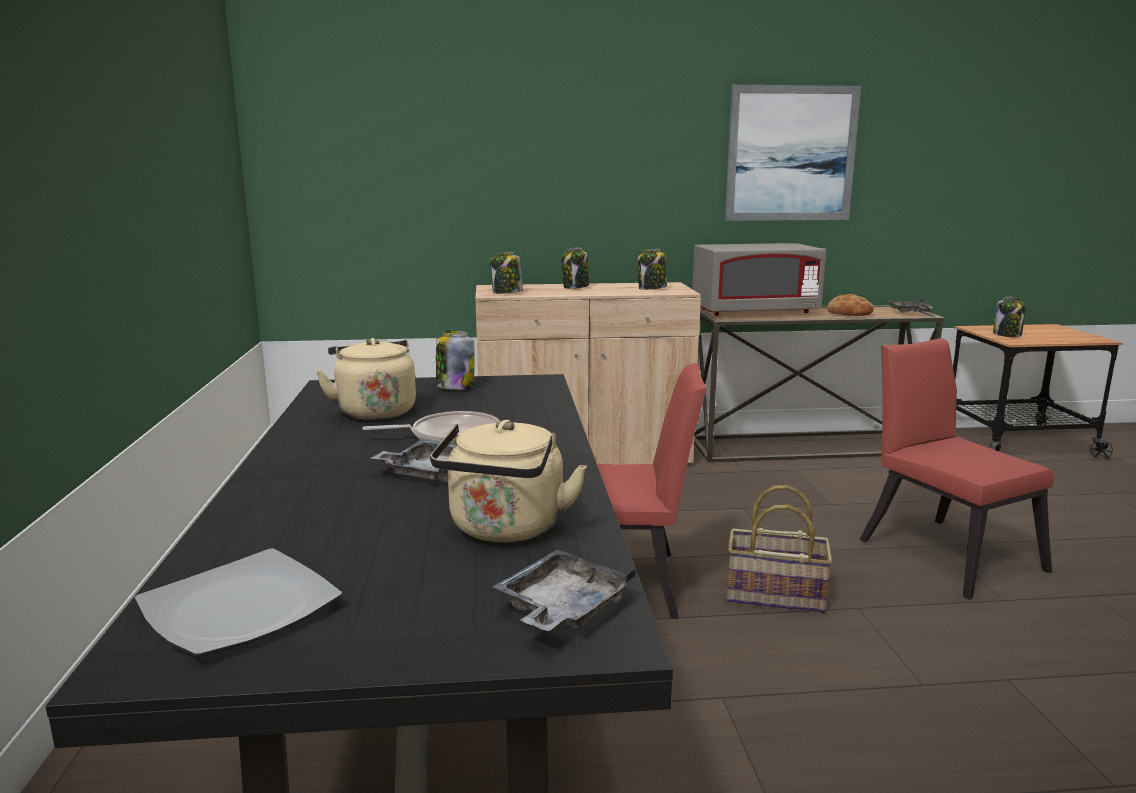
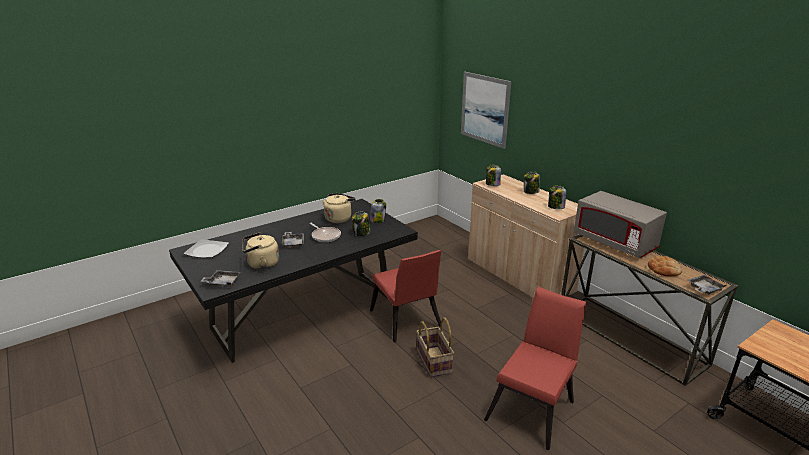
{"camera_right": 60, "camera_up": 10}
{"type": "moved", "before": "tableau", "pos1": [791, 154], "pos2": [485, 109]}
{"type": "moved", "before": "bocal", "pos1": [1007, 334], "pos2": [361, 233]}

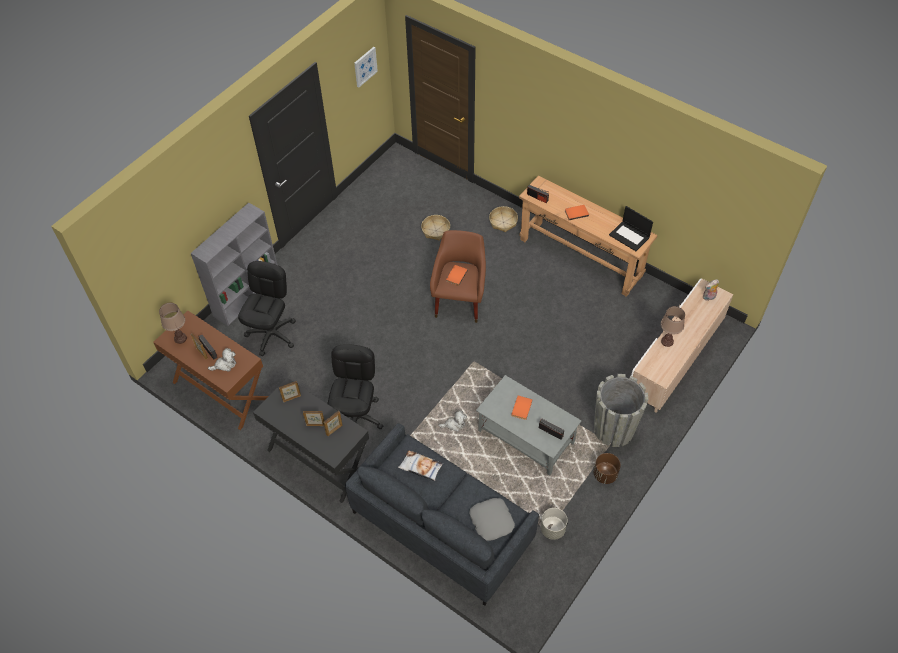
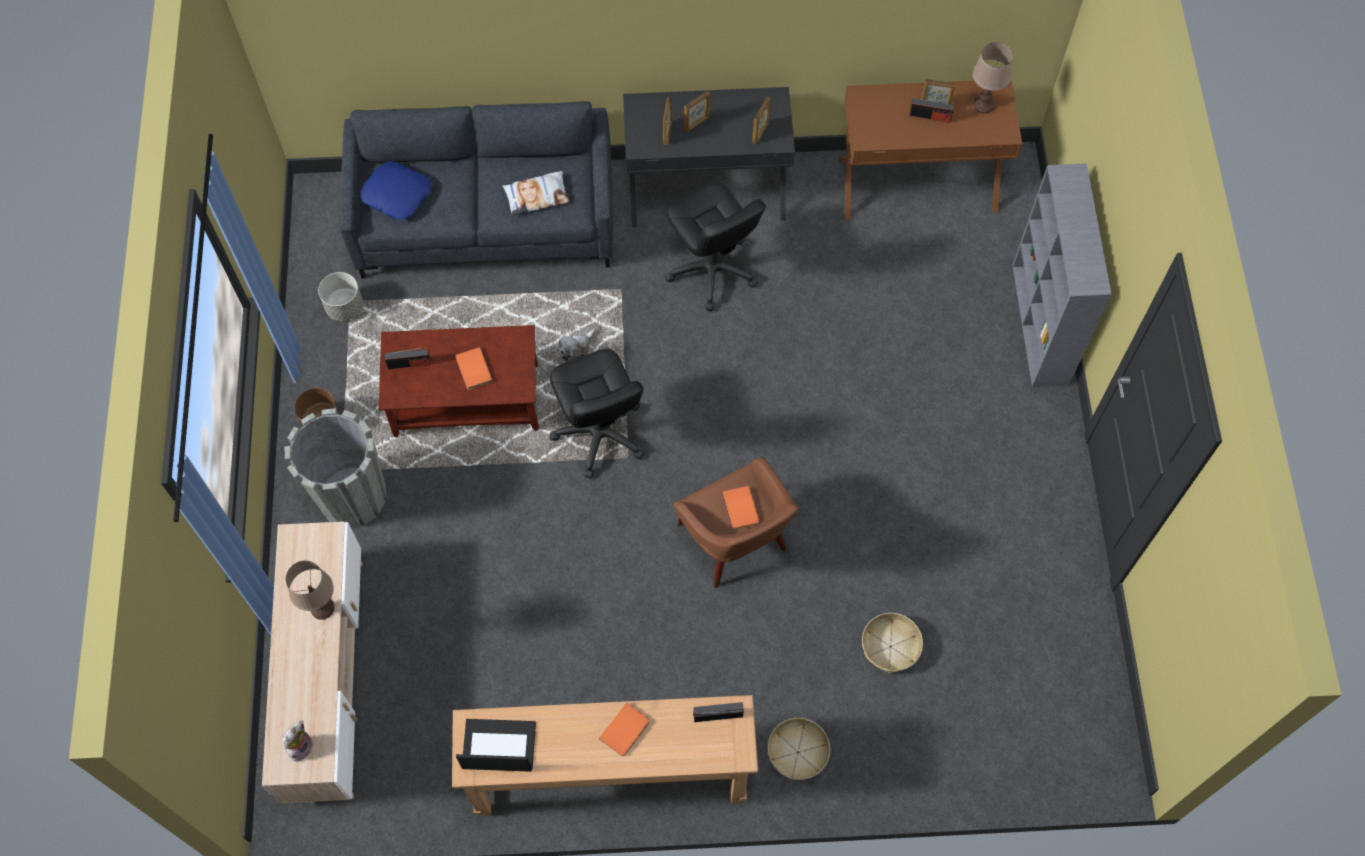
{"camera_right": 140, "camera_up": 10}
{"type": "removed", "before": "peluche", "pos1": [225, 364]}
{"type": "removed", "before": "tableau", "pos1": [365, 66]}
{"type": "moved", "before": "chaise de bureau (noir)", "pos1": [272, 334], "pos2": [600, 434]}
{"type": "recoloured", "before": "coussin (gris)", "after": "coussin (bleu)", "pos1": [491, 521], "pos2": [397, 194]}
{"type": "recoloured", "before": "table basse (gris)", "after": "table basse (marron)", "pos1": [525, 436], "pos2": [468, 399]}

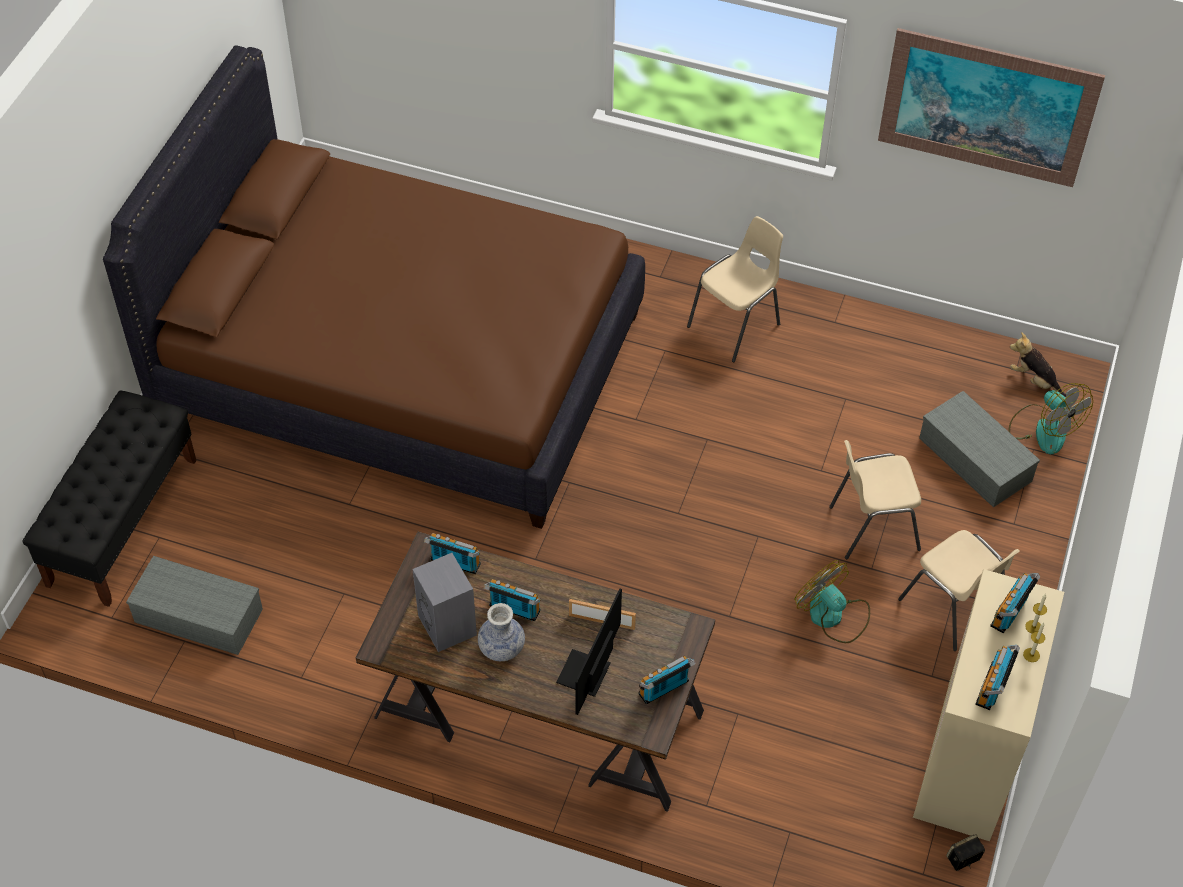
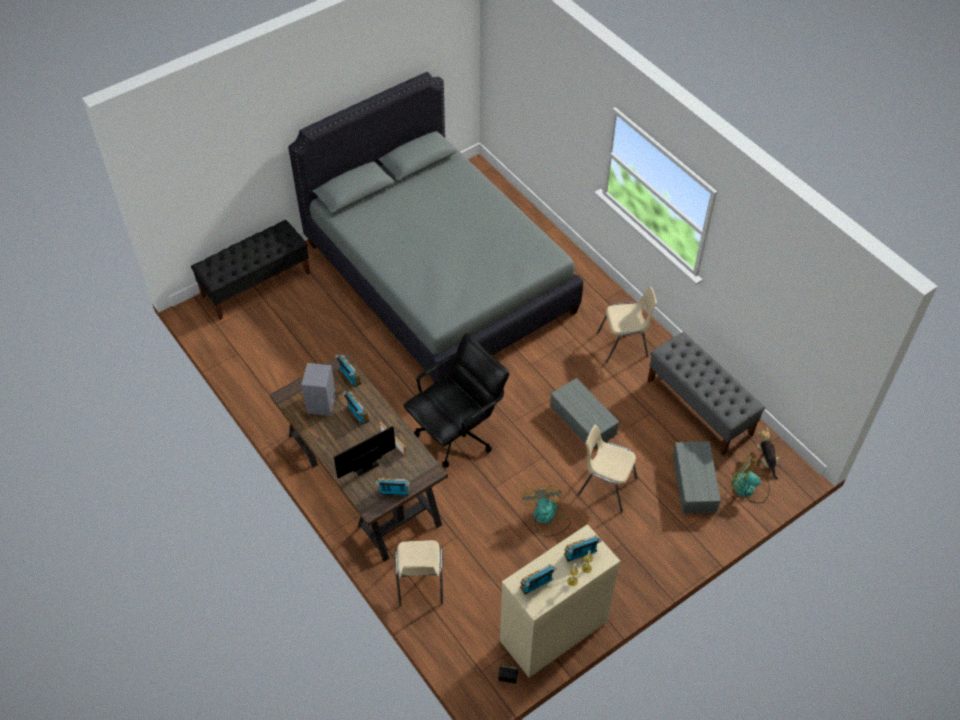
{"camera_right": 35, "camera_up": 0}
{"type": "removed", "before": "vase", "pos1": [501, 648]}
{"type": "removed", "before": "tableau", "pos1": [987, 108]}
{"type": "added", "after": "chaise de bureau (noir)", "pos2": [457, 433]}
{"type": "added", "after": "banc (gris)", "pos2": [699, 408]}
{"type": "moved", "before": "boîte de rangement (gris)", "pos1": [201, 615], "pos2": [584, 420]}
{"type": "moved", "before": "chaise (beige)", "pos1": [952, 609], "pos2": [420, 584]}
{"type": "recoloured", "before": "lit (marron)", "after": "lit (gris)", "pos1": [401, 365], "pos2": [439, 277]}
{"type": "turned", "before": "ventilateur", "pos1": [1043, 428], "pos2": [748, 488], "turn": 120}

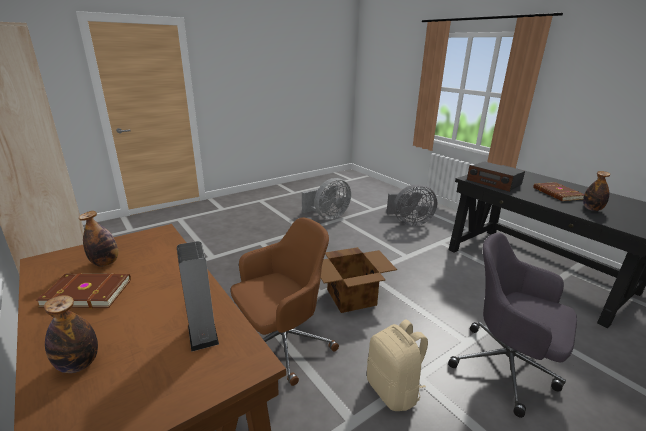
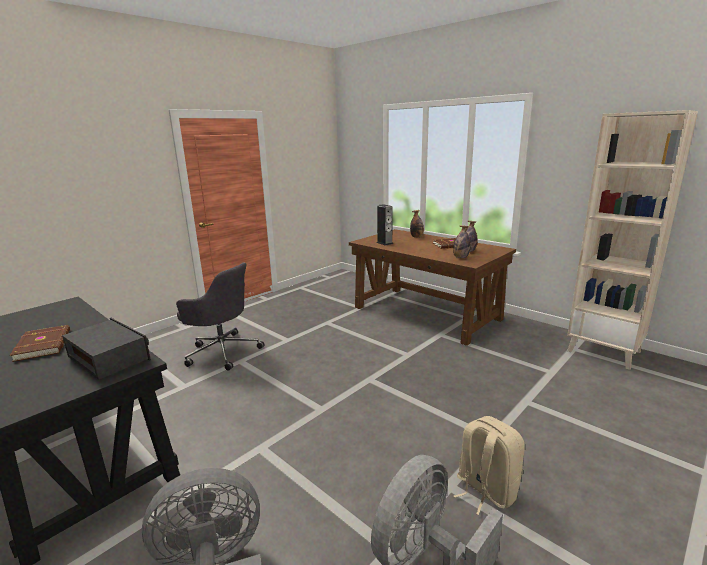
{"camera_right": 170, "camera_up": -5}
{"type": "removed", "before": "chaise de bureau (marron)", "pos1": [282, 344]}
{"type": "removed", "before": "carton", "pos1": [352, 297]}
{"type": "moved", "before": "sac à dos (beige)", "pos1": [393, 390], "pos2": [485, 490]}
{"type": "moved", "before": "bouteille", "pos1": [592, 209], "pos2": [460, 257]}

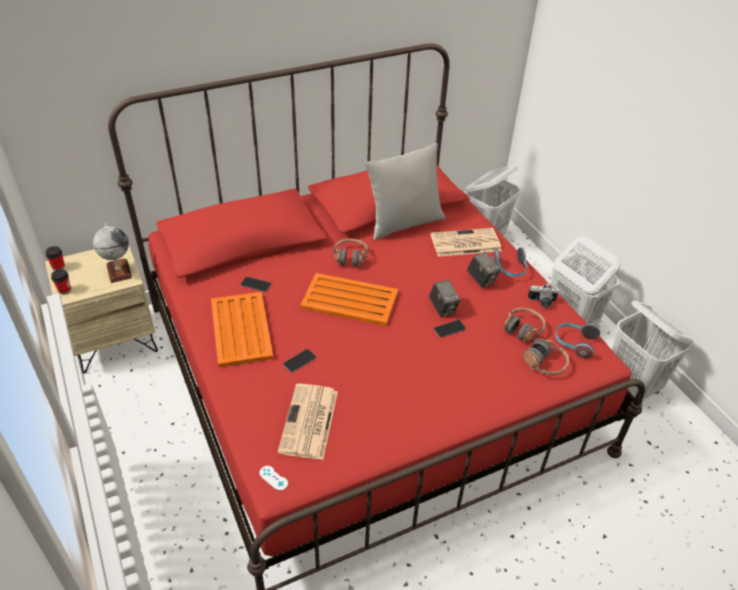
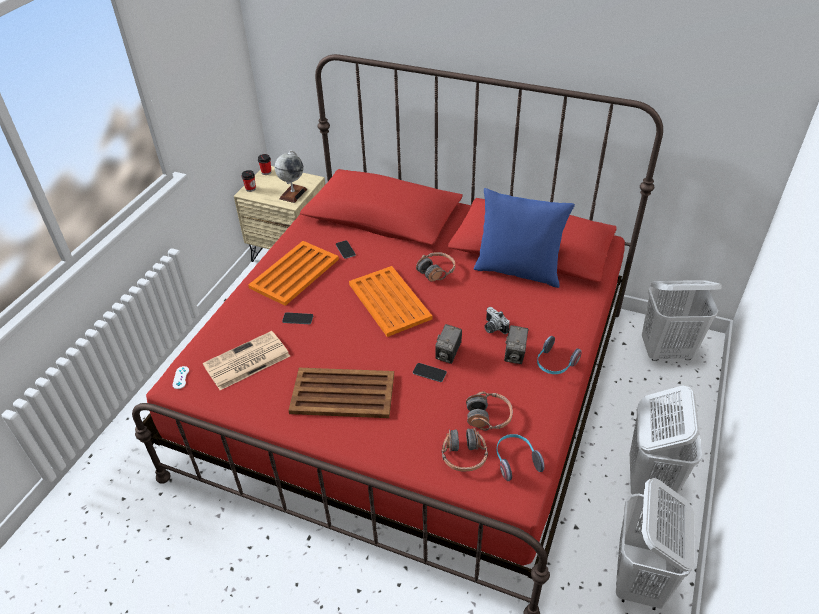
{"camera_right": 50, "camera_up": 0}
{"type": "removed", "before": "journal", "pos1": [464, 243]}
{"type": "added", "after": "plateau (marron)", "pos2": [344, 394]}
{"type": "moved", "before": "appareil photo", "pos1": [542, 302], "pos2": [493, 328]}
{"type": "recoloured", "before": "coussin (gris)", "after": "coussin (bleu)", "pos1": [404, 223], "pos2": [518, 271]}

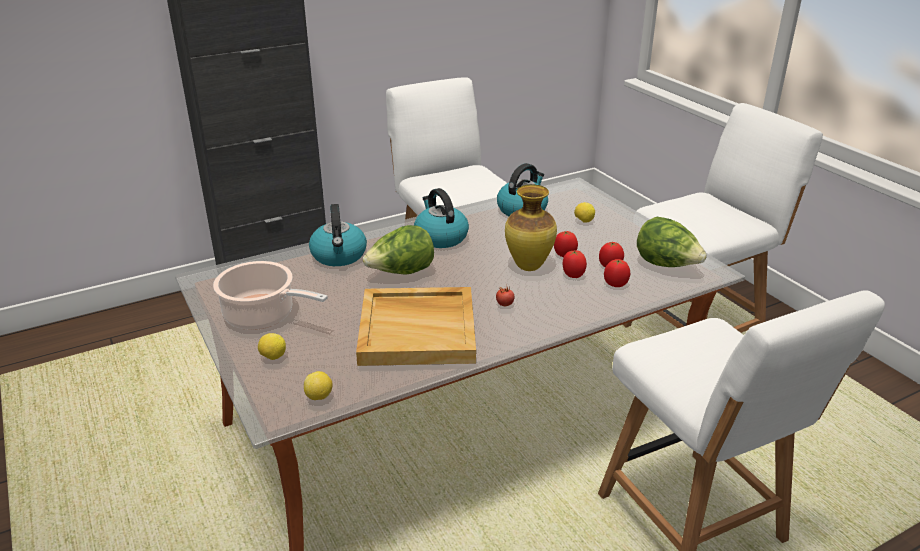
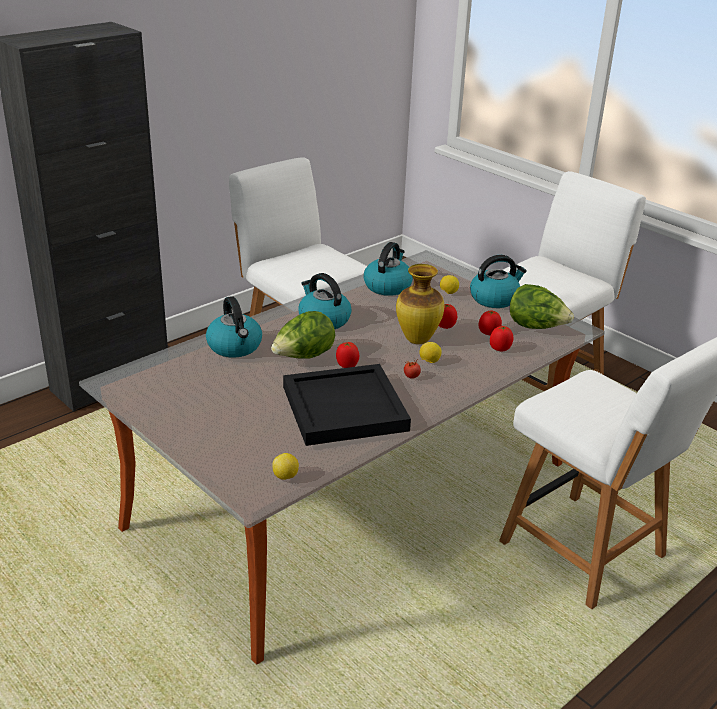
{"camera_right": -15, "camera_up": 0}
{"type": "removed", "before": "marmite", "pos1": [263, 316]}
{"type": "added", "after": "bouilloire", "pos2": [494, 298]}
{"type": "moved", "before": "citron", "pos1": [273, 357], "pos2": [429, 361]}
{"type": "moved", "before": "tomate", "pos1": [573, 275], "pos2": [347, 366]}
{"type": "recoloured", "before": "plateau (beige)", "after": "plateau (noir)", "pos1": [418, 329], "pos2": [345, 407]}

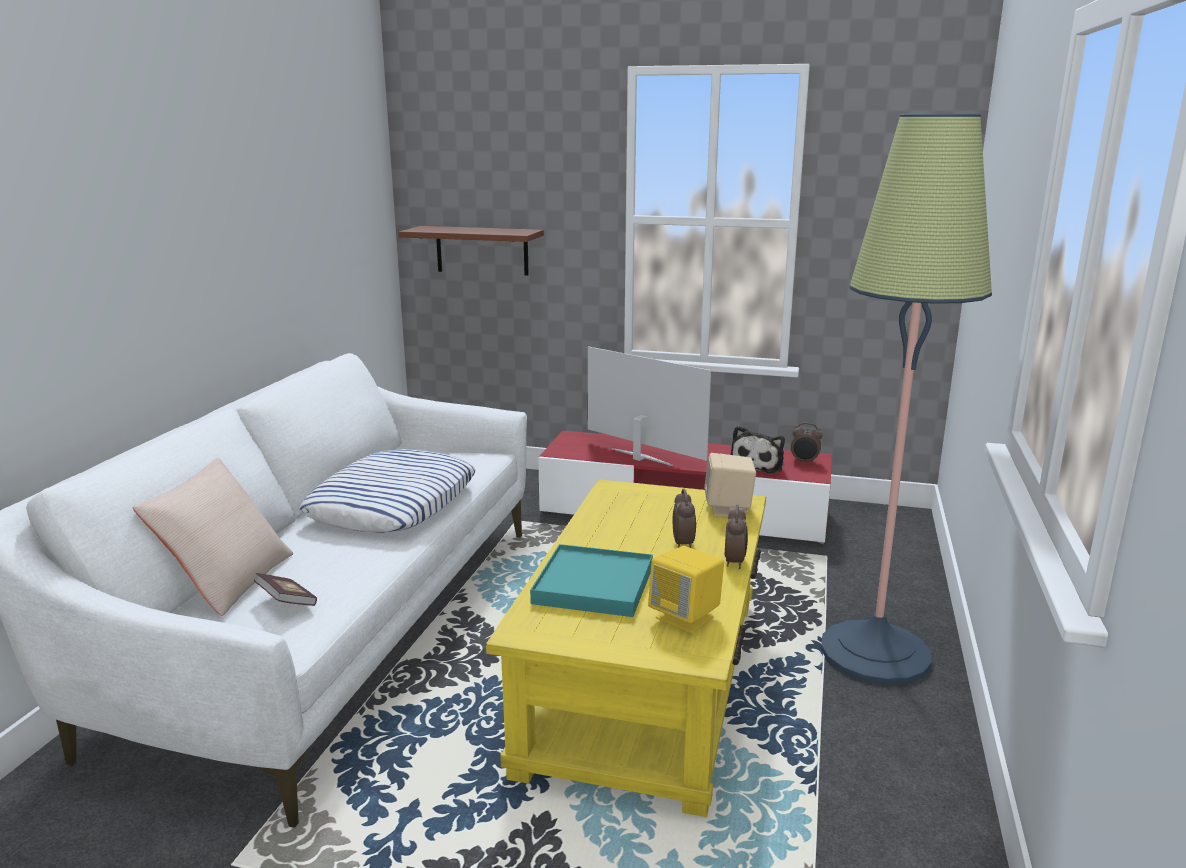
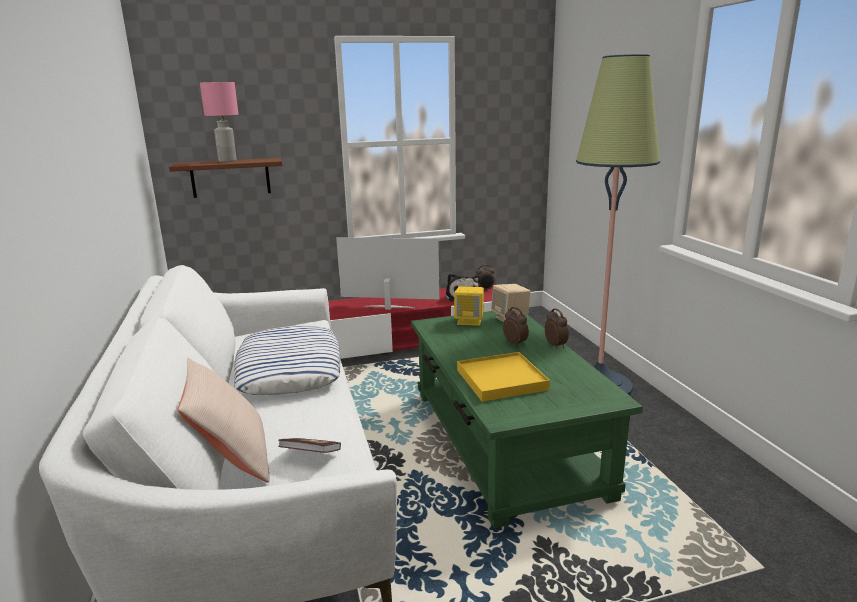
{"camera_right": -30, "camera_up": 0}
{"type": "added", "after": "lampe de table (rose)", "pos2": [227, 161]}
{"type": "moved", "before": "enceinte (jaune)", "pos1": [685, 617], "pos2": [469, 321]}
{"type": "recoloured", "before": "table basse (jaune)", "after": "table basse (vert)", "pos1": [645, 681], "pos2": [504, 441]}
{"type": "recoloured", "before": "plateau (turquoise)", "after": "plateau (jaune)", "pos1": [594, 585], "pos2": [501, 380]}

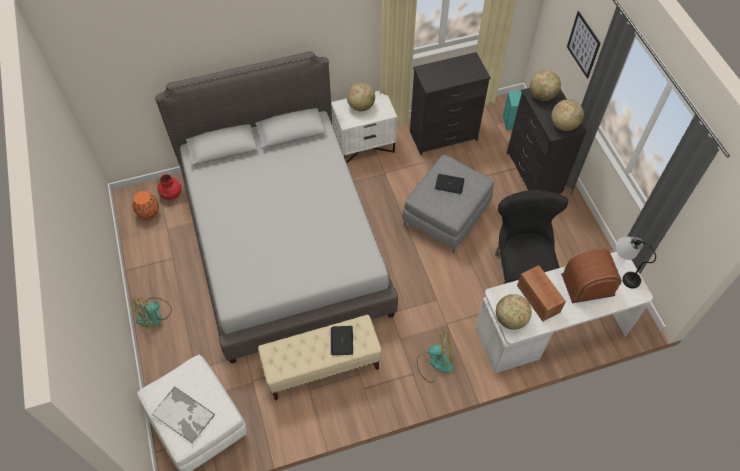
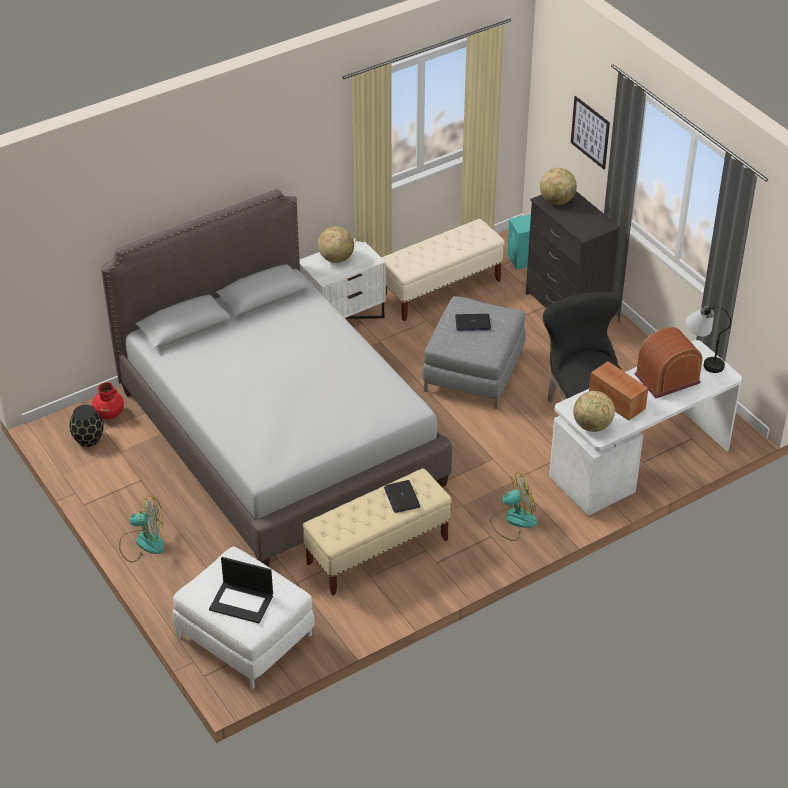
{"camera_right": -15, "camera_up": -15}
{"type": "removed", "before": "globe", "pos1": [564, 125]}
{"type": "replaced", "before": "plateau", "after": "ordinateur portable", "pos1": [184, 415], "pos2": [242, 602]}
{"type": "replaced", "before": "commode (noir)", "after": "banc (beige)", "pos1": [444, 136], "pos2": [441, 289]}
{"type": "recoloured", "before": "vase (orange)", "after": "vase (noir)", "pos1": [149, 213], "pos2": [88, 439]}
{"type": "turned", "before": "ventilateur", "pos1": [154, 315], "pos2": [142, 543], "turn": -120}

